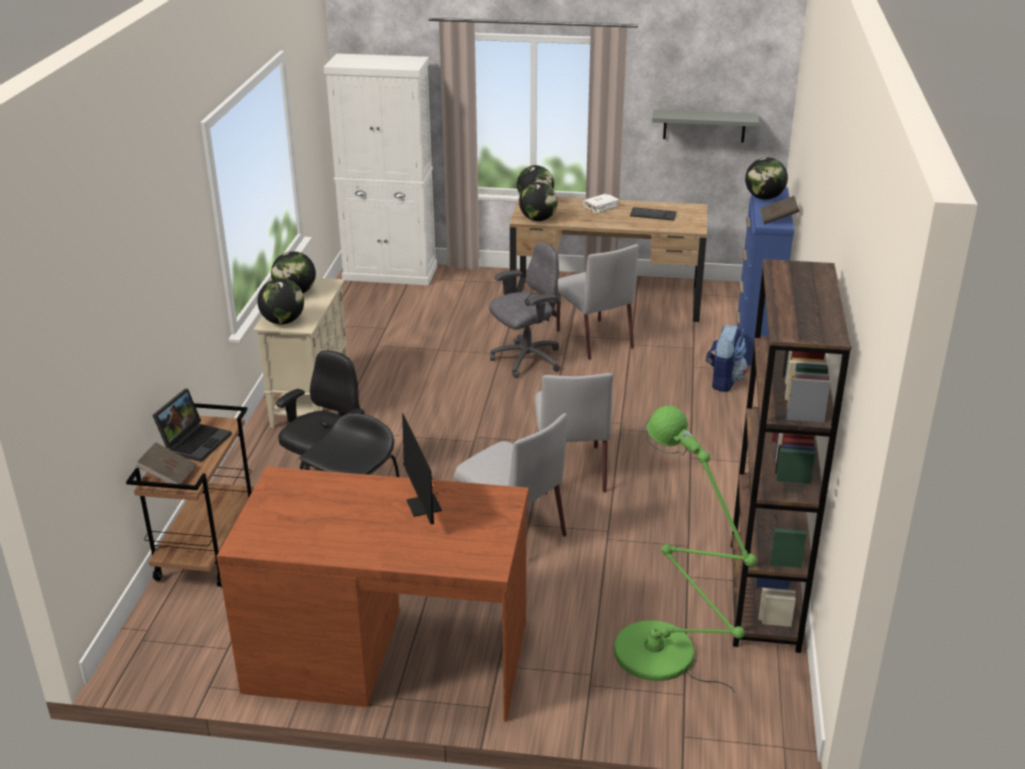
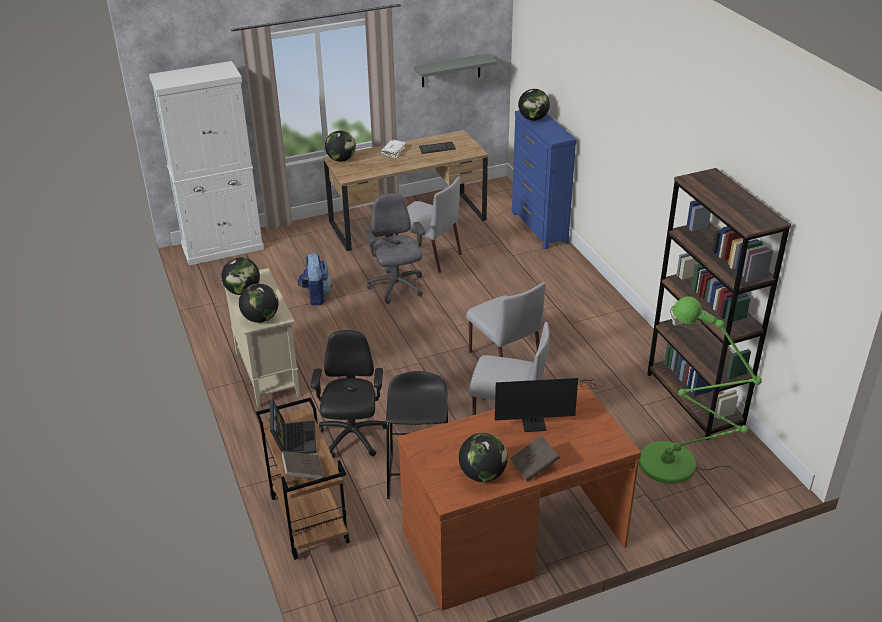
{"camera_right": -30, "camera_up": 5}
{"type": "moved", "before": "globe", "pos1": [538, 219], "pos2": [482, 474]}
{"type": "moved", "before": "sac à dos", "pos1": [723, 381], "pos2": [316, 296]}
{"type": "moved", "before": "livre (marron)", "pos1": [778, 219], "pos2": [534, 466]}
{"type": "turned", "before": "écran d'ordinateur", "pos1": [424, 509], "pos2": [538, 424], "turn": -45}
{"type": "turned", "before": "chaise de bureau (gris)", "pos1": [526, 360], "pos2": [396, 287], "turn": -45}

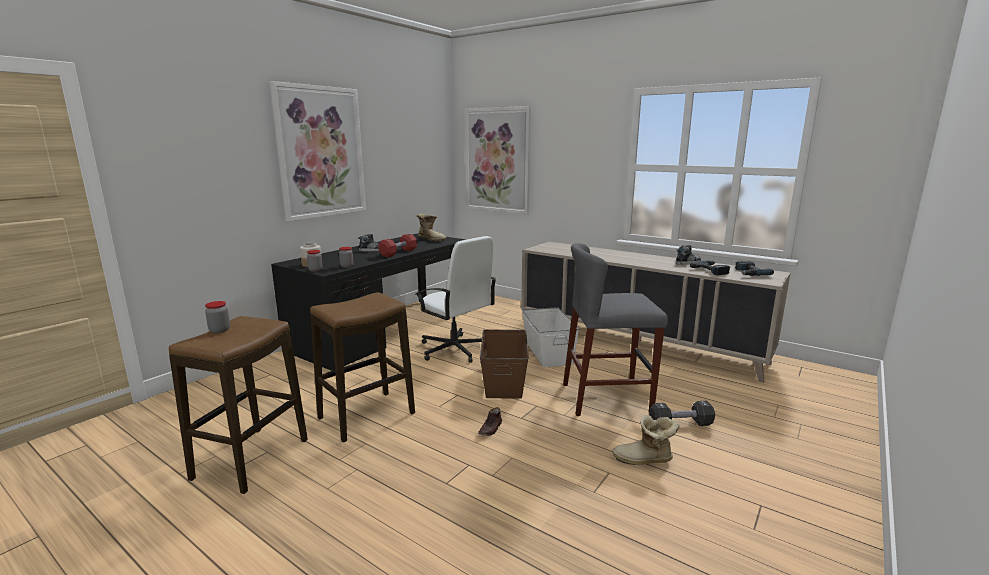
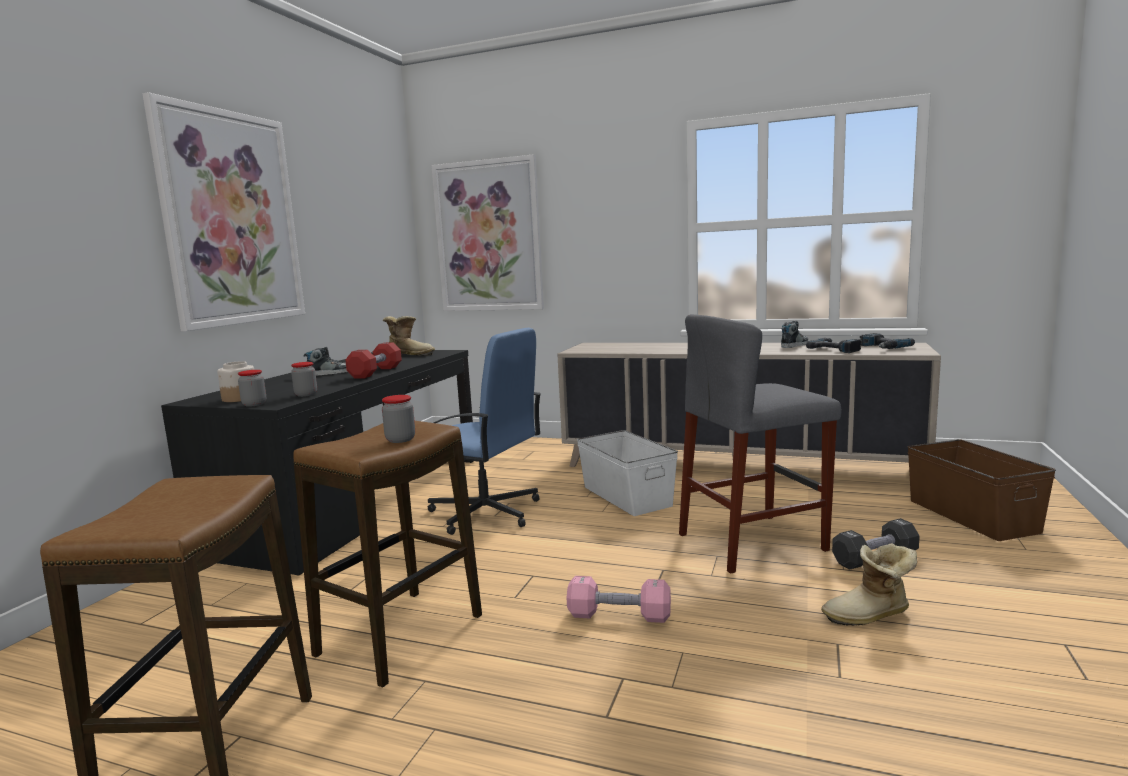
{"camera_right": -15, "camera_up": -5}
{"type": "moved", "before": "bocal", "pos1": [219, 330], "pos2": [400, 439]}
{"type": "moved", "before": "boîte de rangement (marron)", "pos1": [504, 380], "pos2": [972, 515]}
{"type": "replaced", "before": "chaussure (marron)", "after": "haltère (rose)", "pos1": [490, 429], "pos2": [619, 616]}
{"type": "recoloured", "before": "chaise de bureau (blanc)", "after": "chaise de bureau (bleu)", "pos1": [455, 349], "pos2": [486, 513]}

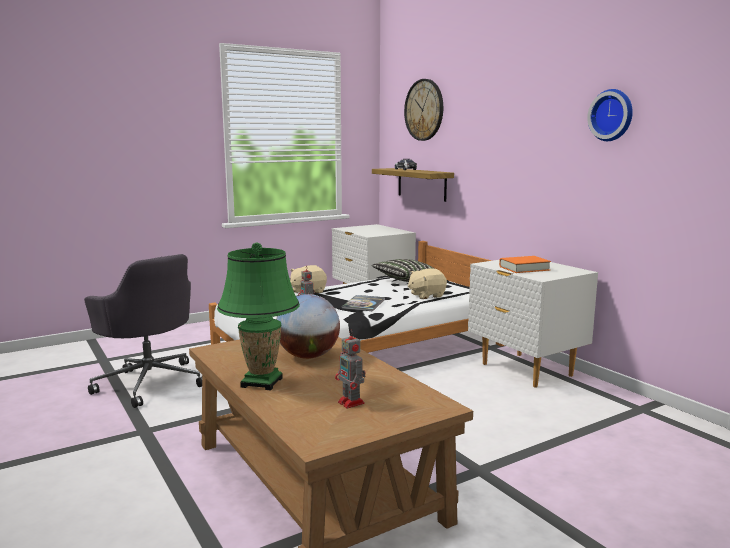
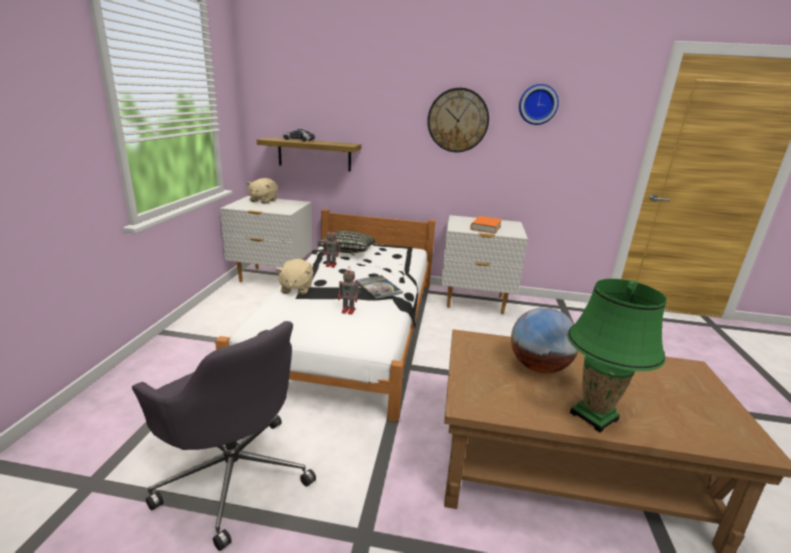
{"camera_right": -50, "camera_up": 10}
{"type": "moved", "before": "robot jouet", "pos1": [352, 403], "pos2": [331, 265]}
{"type": "moved", "before": "horloge murale", "pos1": [424, 110], "pos2": [458, 120]}
{"type": "moved", "before": "peluche (beige)", "pos1": [426, 295], "pos2": [263, 200]}
{"type": "turned", "before": "chaise de bureau (gris)", "pos1": [150, 382], "pos2": [235, 474], "turn": 45}

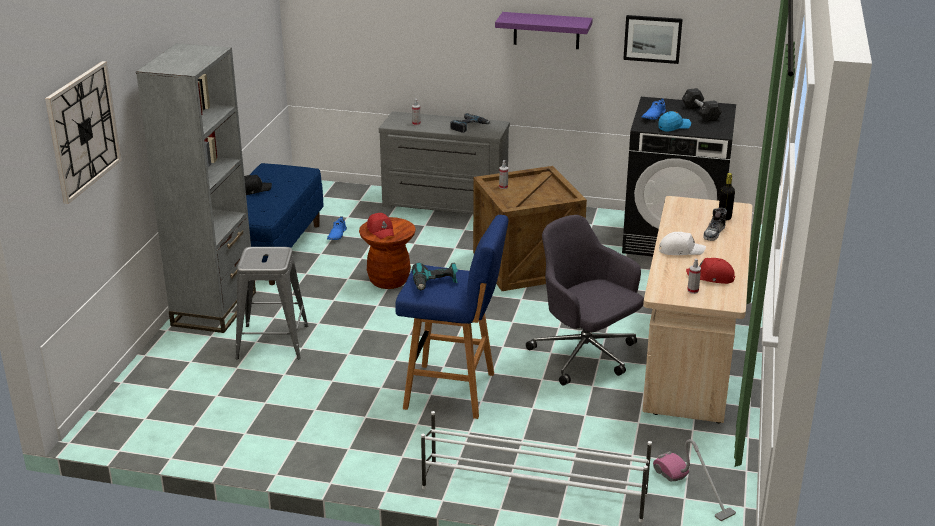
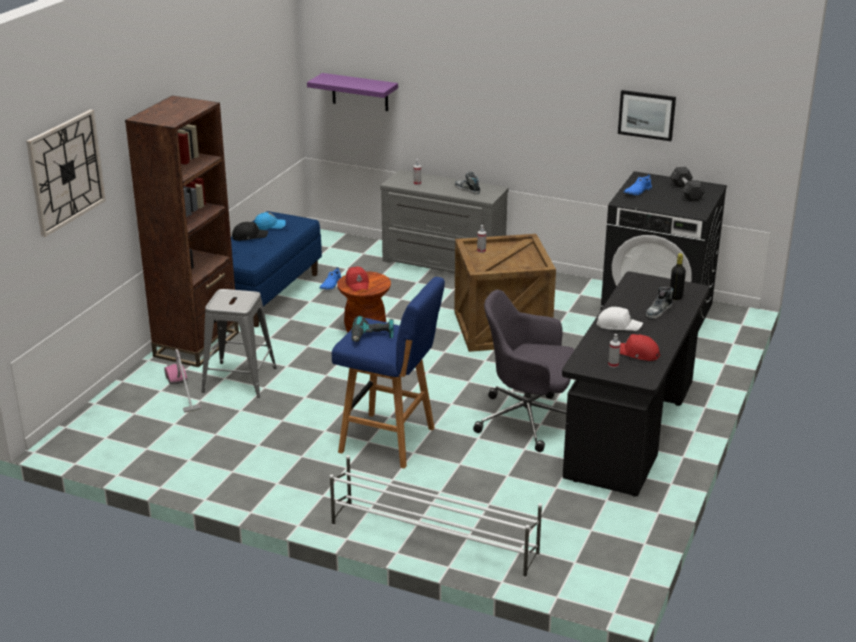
{"camera_right": 10, "camera_up": 0}
{"type": "moved", "before": "étagère (violet)", "pos1": [546, 30], "pos2": [360, 92]}
{"type": "moved", "before": "aspirateur", "pos1": [693, 490], "pos2": [182, 391]}
{"type": "moved", "before": "casquette (bleu)", "pos1": [674, 127], "pos2": [270, 226]}
{"type": "replaced", "before": "perceuse", "after": "chaussure", "pos1": [469, 126], "pos2": [467, 189]}
{"type": "recoloured", "before": "bibliothèque (gris)", "after": "bibliothèque (marron)", "pos1": [214, 309], "pos2": [197, 344]}
{"type": "recoloured", "before": "bureau (beige)", "after": "bureau (noir)", "pos1": [691, 357], "pos2": [631, 431]}
{"type": "turned", "before": "chaise de bureau (gris)", "pos1": [585, 356], "pos2": [527, 420], "turn": -45}

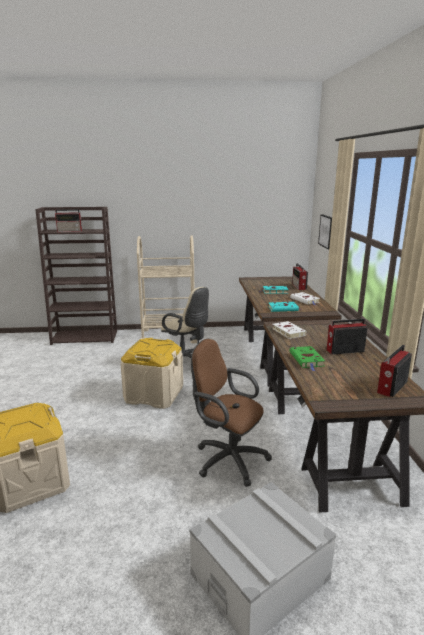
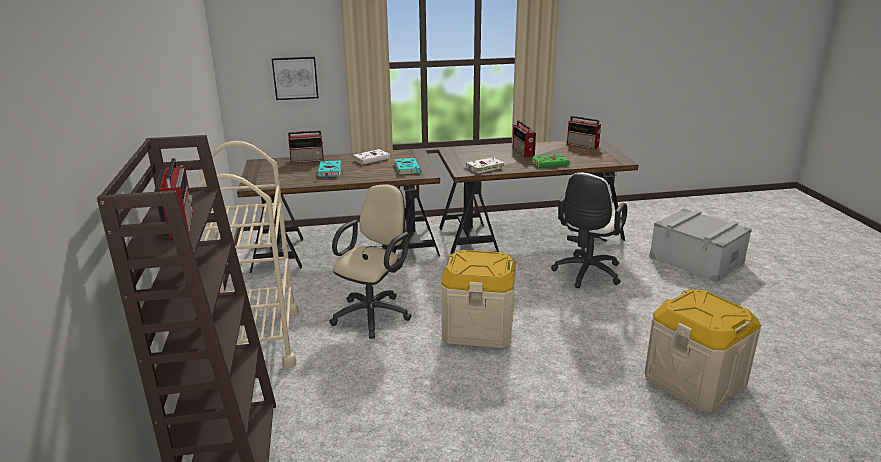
{"camera_right": -95, "camera_up": 5}
{"type": "recoloured", "before": "chaise de bureau (marron)", "after": "chaise de bureau (blanc)", "pos1": [227, 459], "pos2": [586, 274]}

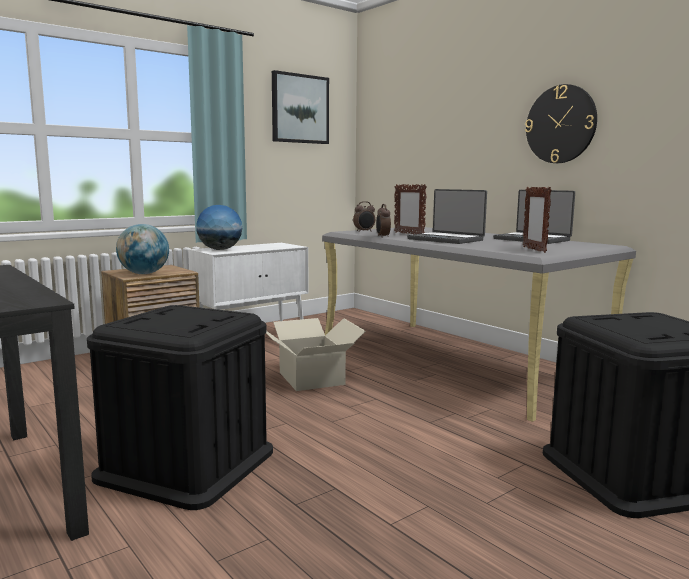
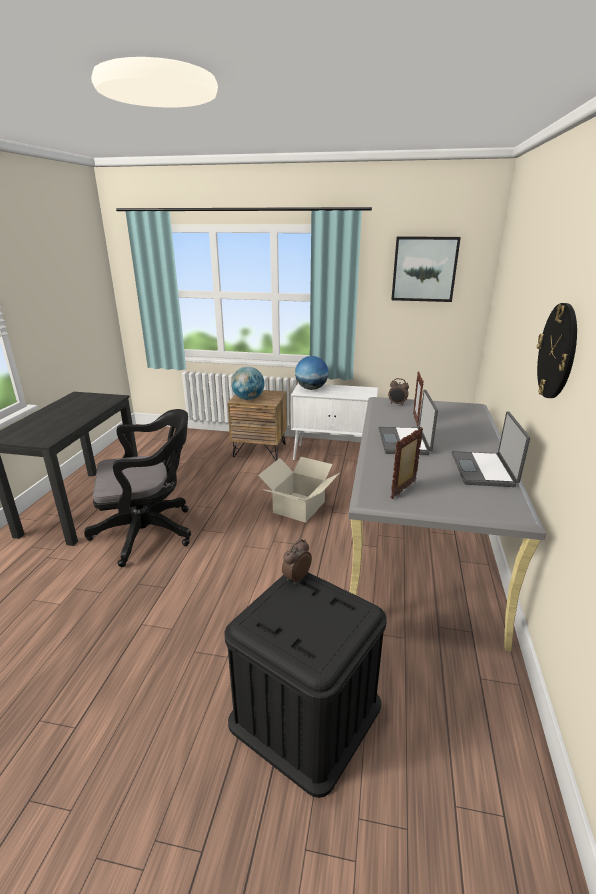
{"camera_right": 50, "camera_up": 15}
{"type": "moved", "before": "réveil", "pos1": [382, 237], "pos2": [296, 578]}
{"type": "replaced", "before": "boîte de rangement (noir)", "after": "chaise de bureau (noir)", "pos1": [187, 464], "pos2": [150, 532]}

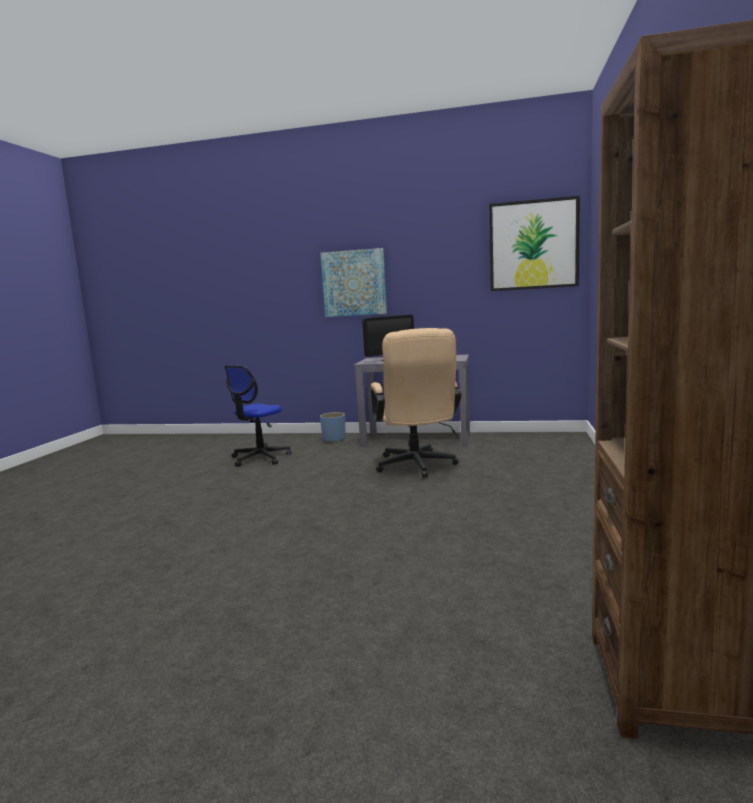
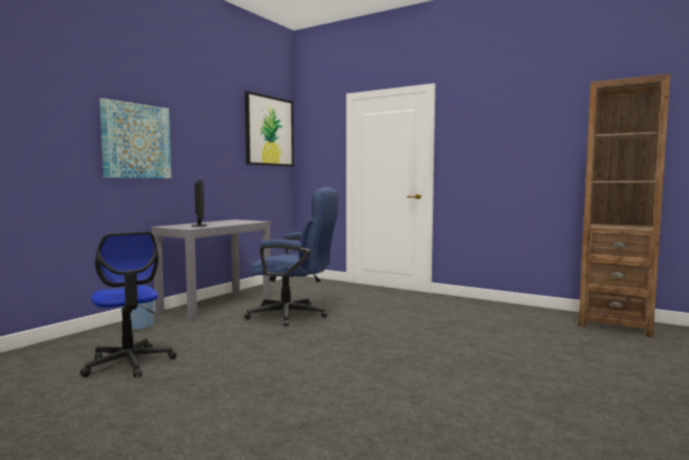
{"camera_right": -70, "camera_up": -5}
{"type": "recoloured", "before": "chaise de bureau (beige)", "after": "chaise de bureau (bleu)", "pos1": [416, 467], "pos2": [294, 315]}

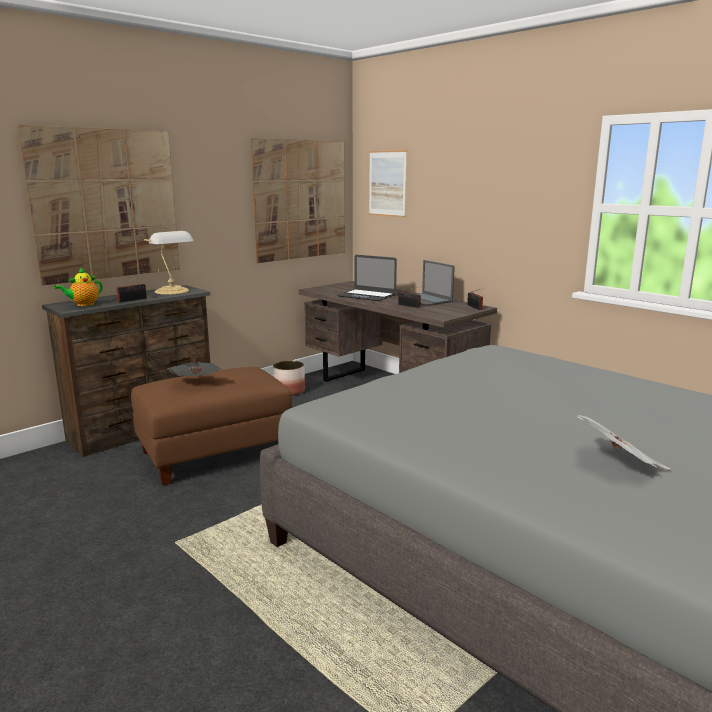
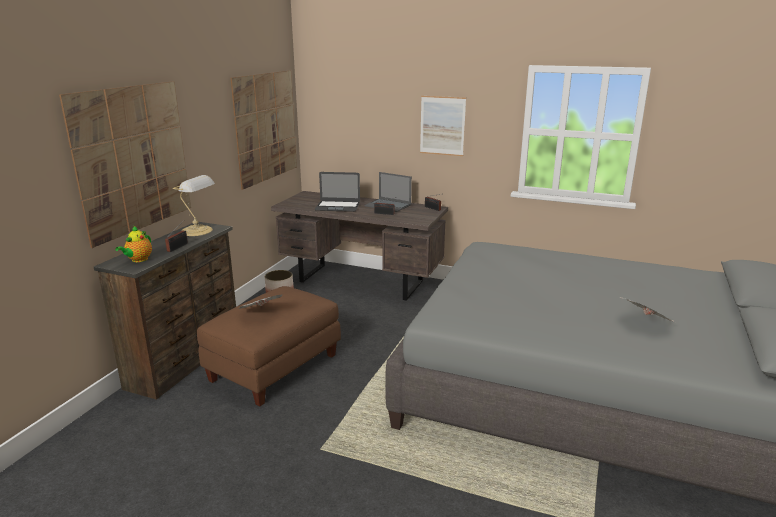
{"camera_right": -25, "camera_up": 5}
{"type": "moved", "before": "tableau", "pos1": [387, 183], "pos2": [442, 126]}

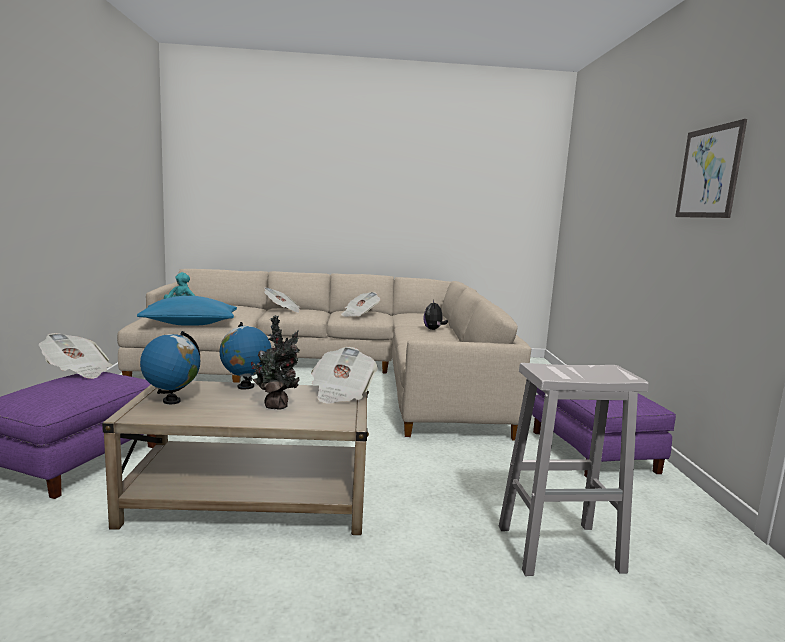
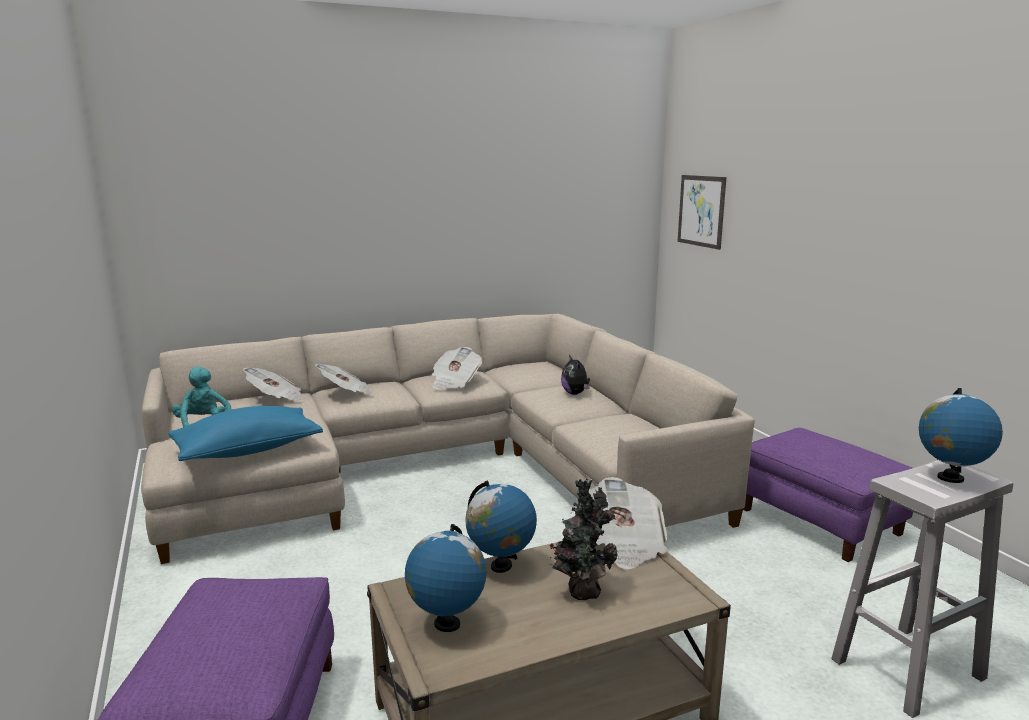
{"camera_right": -20, "camera_up": 5}
{"type": "added", "after": "globe", "pos2": [949, 478]}
{"type": "moved", "before": "journal", "pos1": [77, 372], "pos2": [276, 399]}
{"type": "moved", "before": "tableau", "pos1": [709, 172], "pos2": [701, 211]}

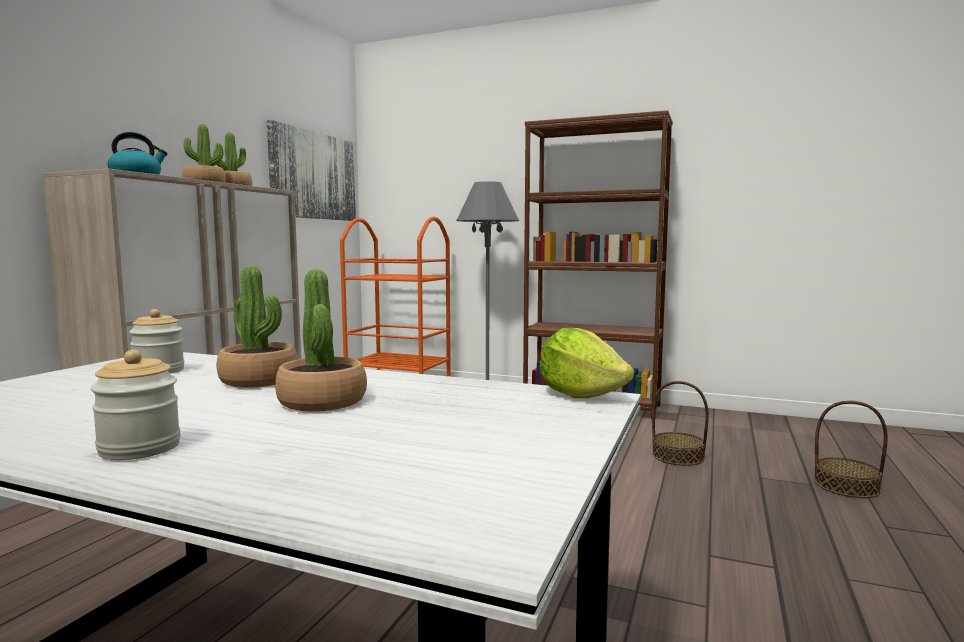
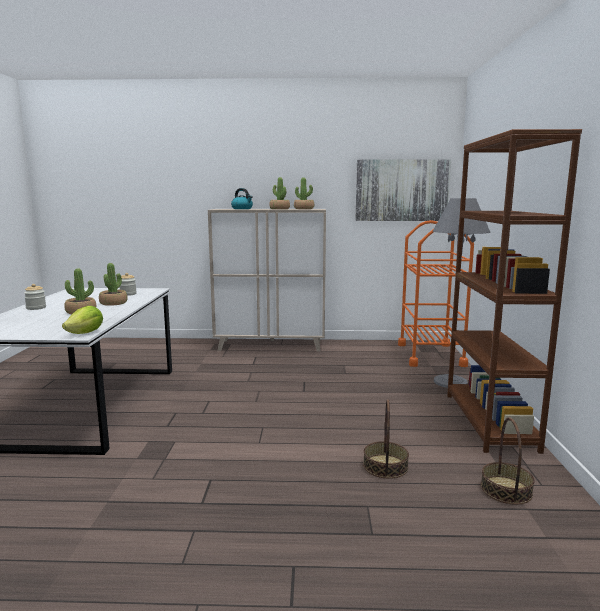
{"camera_right": 70, "camera_up": 5}
{"type": "moved", "before": "panier", "pos1": [846, 486], "pos2": [506, 490]}

